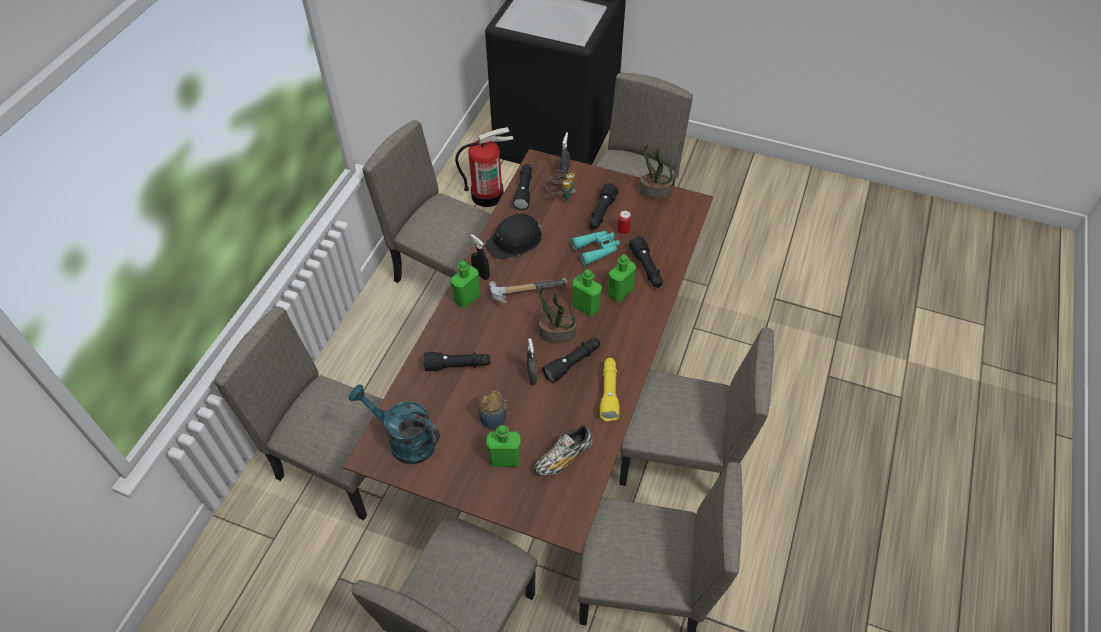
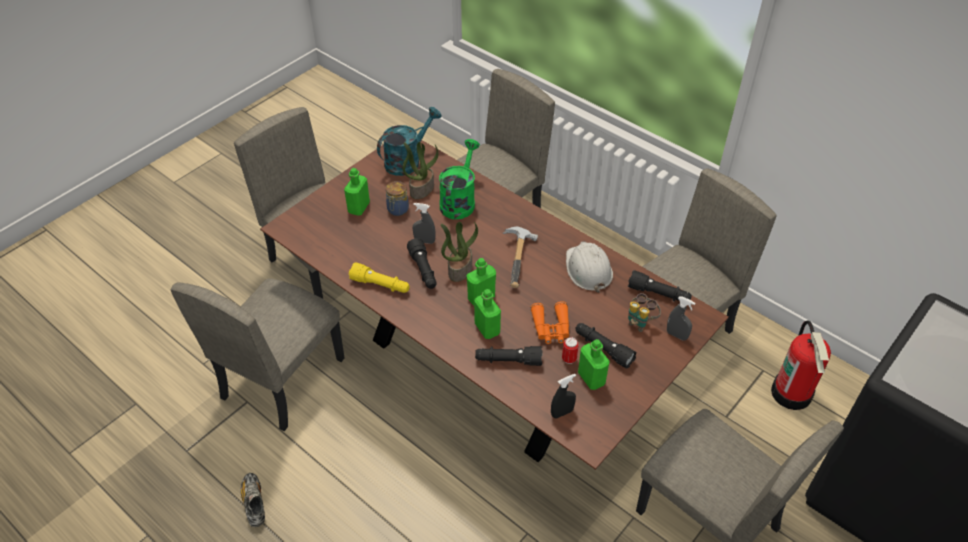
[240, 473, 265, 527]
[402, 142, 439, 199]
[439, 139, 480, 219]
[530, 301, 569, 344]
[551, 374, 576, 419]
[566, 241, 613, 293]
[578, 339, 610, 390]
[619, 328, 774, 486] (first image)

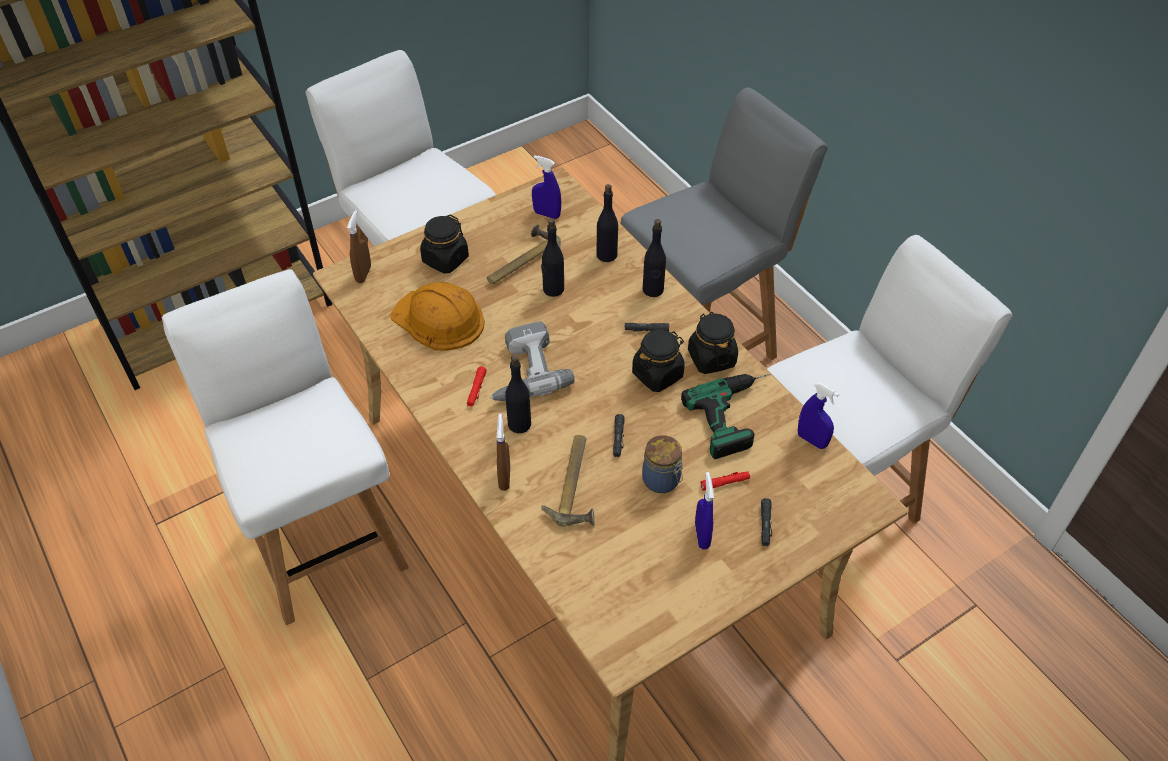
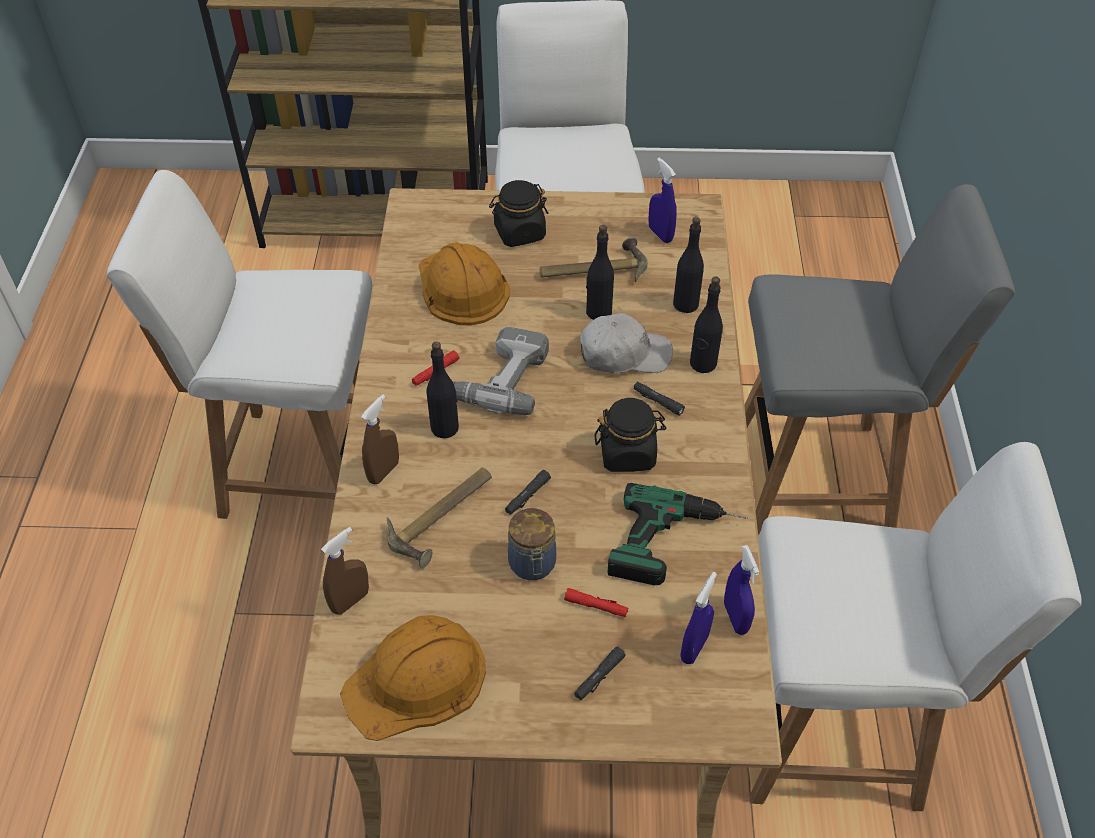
[107, 170, 373, 519]
[321, 527, 369, 615]
[340, 615, 486, 741]
[580, 313, 673, 373]
[680, 572, 717, 664]
[688, 312, 738, 374] (first image)

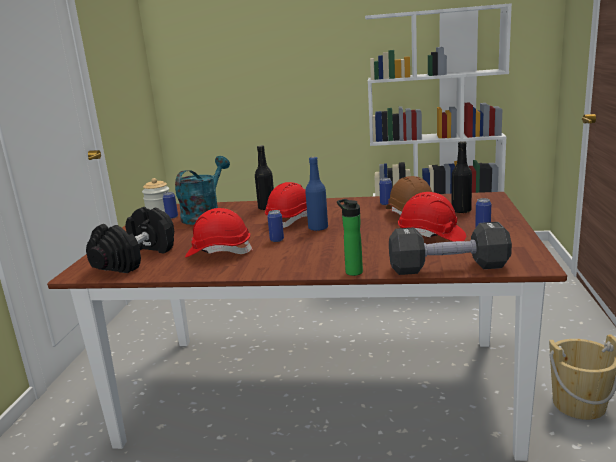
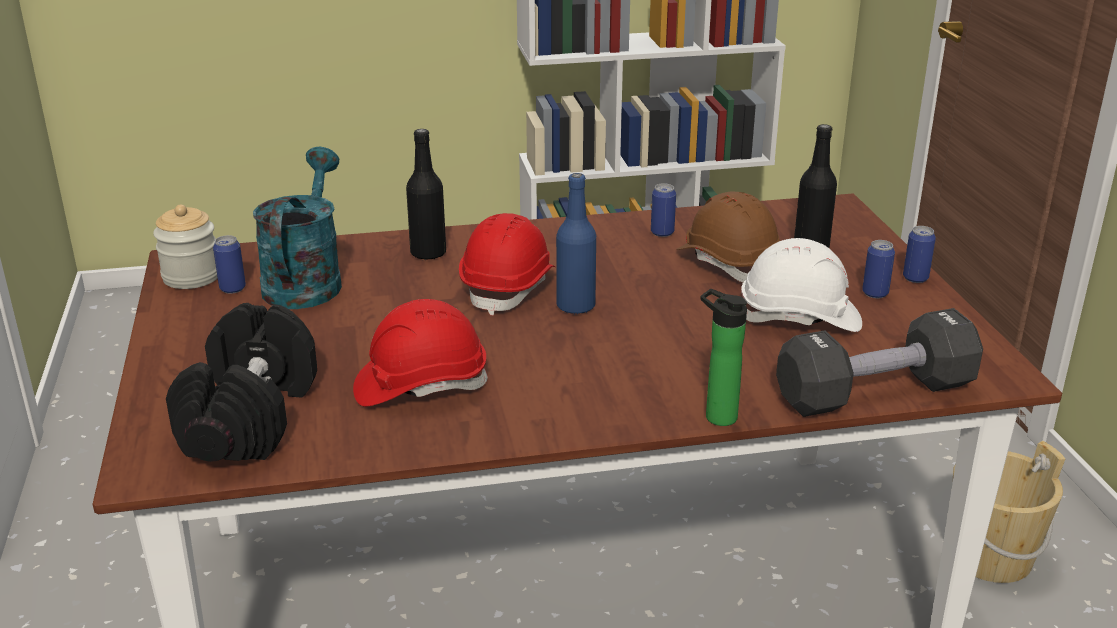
[741, 238, 862, 332]
[903, 226, 936, 283]

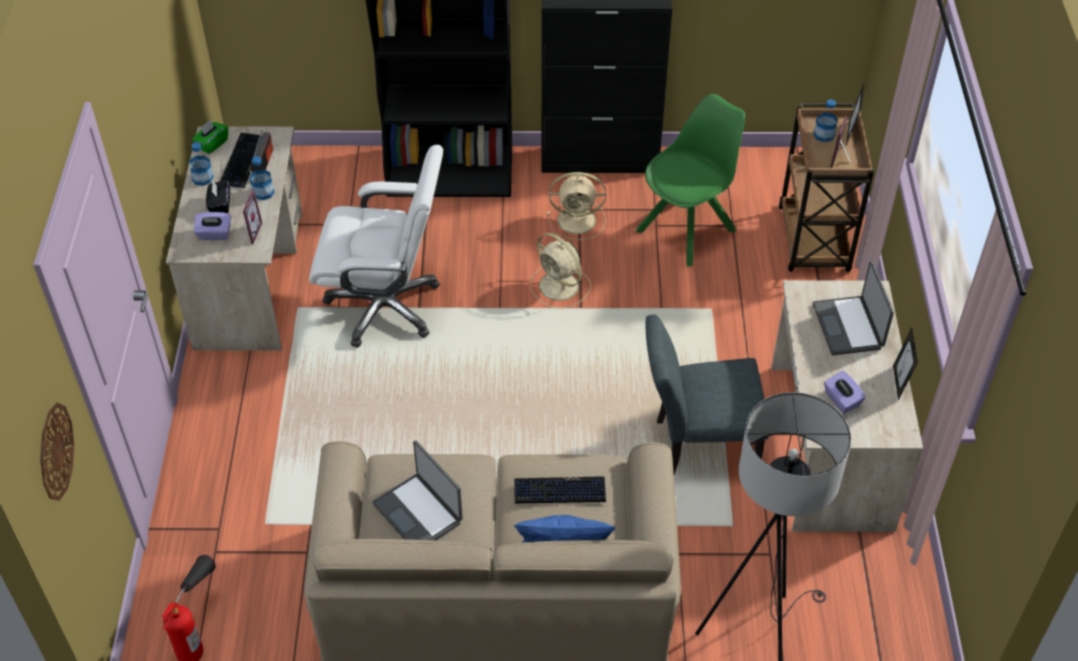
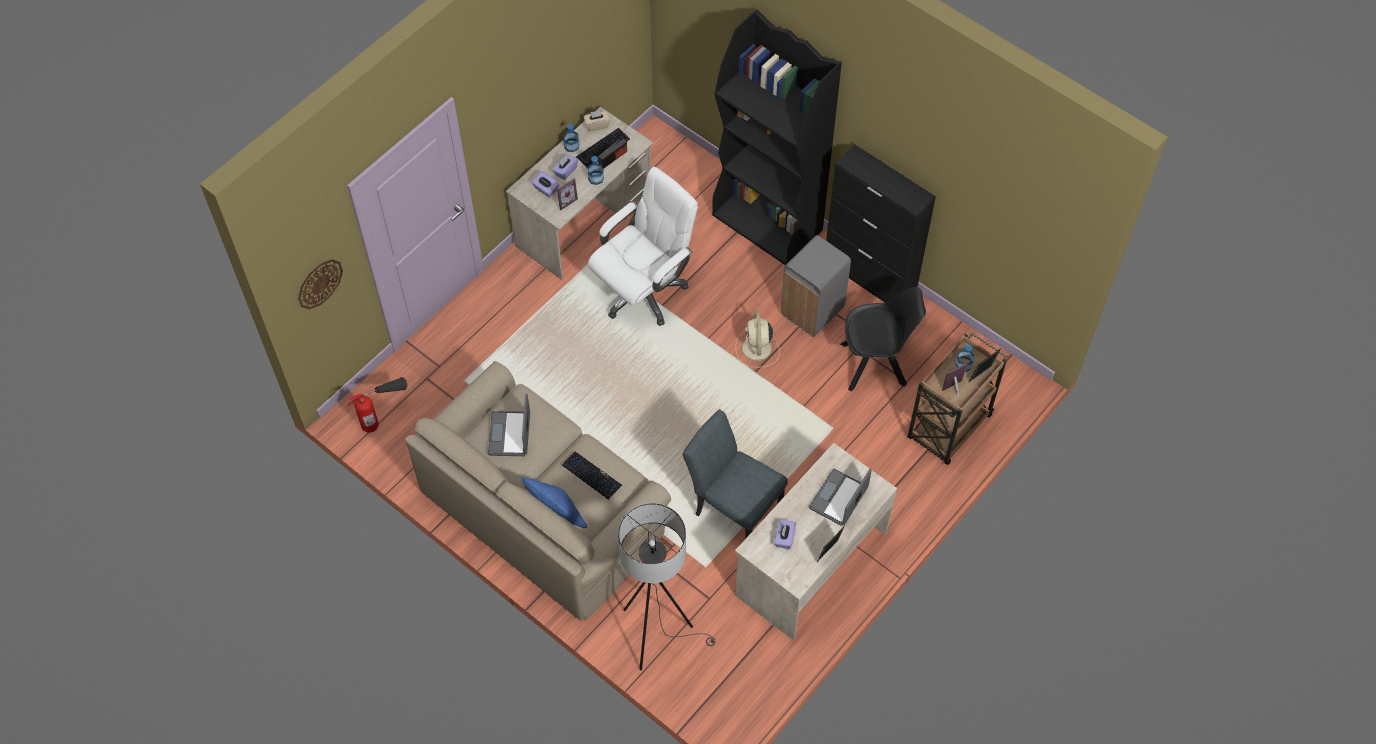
[552, 155, 578, 180]
[584, 111, 610, 131]
[588, 167, 698, 326]
[781, 235, 851, 337]
[841, 287, 926, 391]

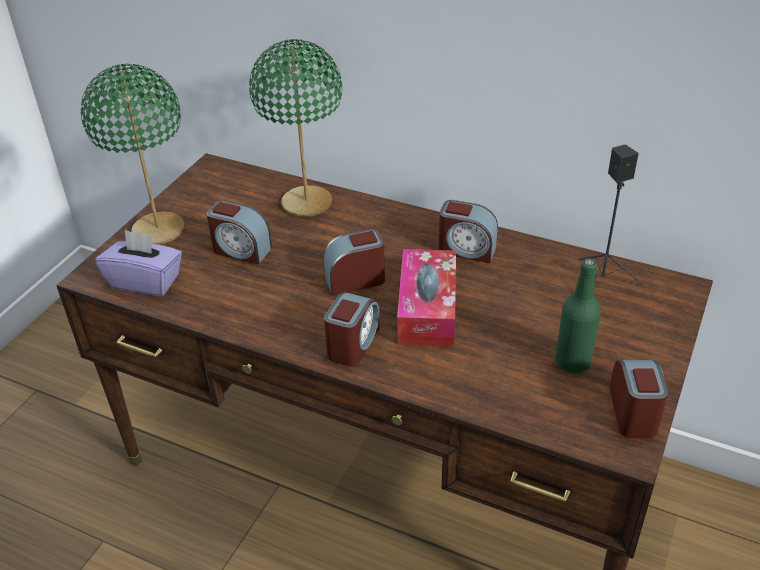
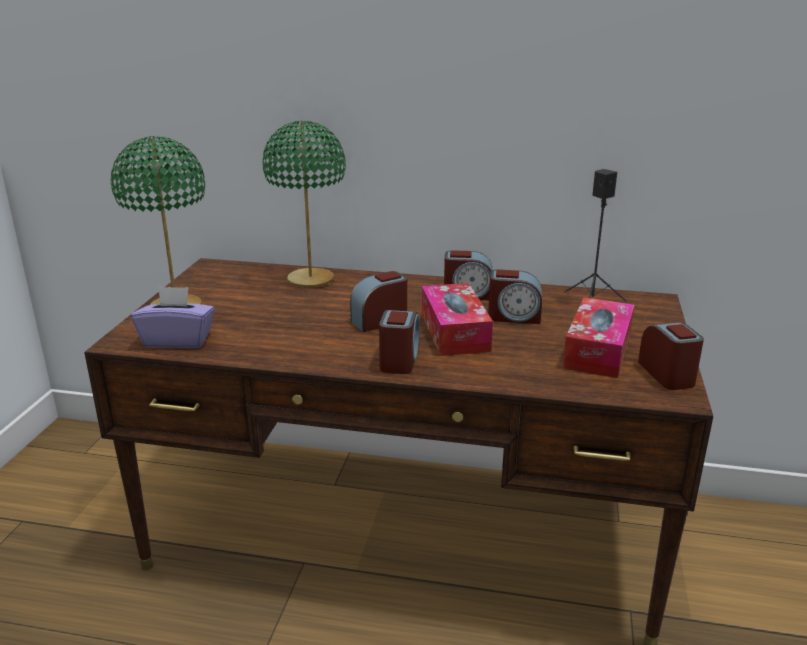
[488, 269, 542, 324]
[563, 297, 634, 378]

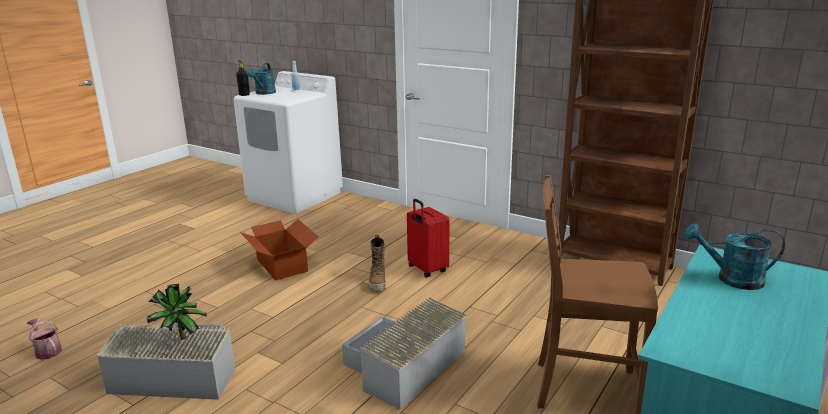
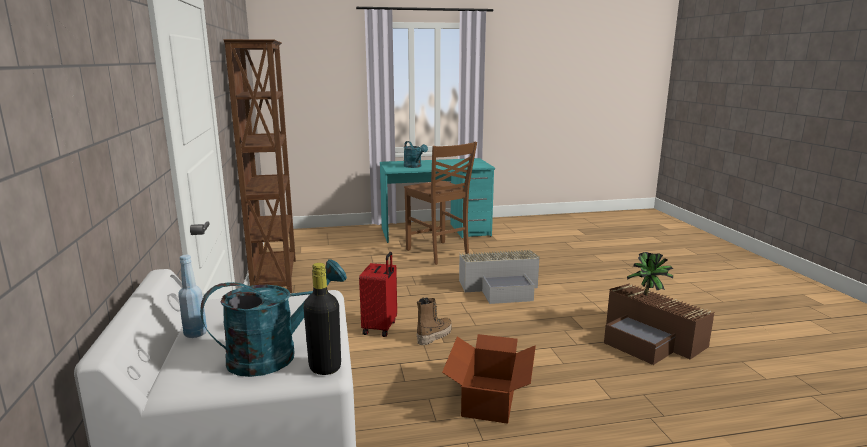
[604, 283, 715, 365]
[27, 318, 62, 360] (first image)

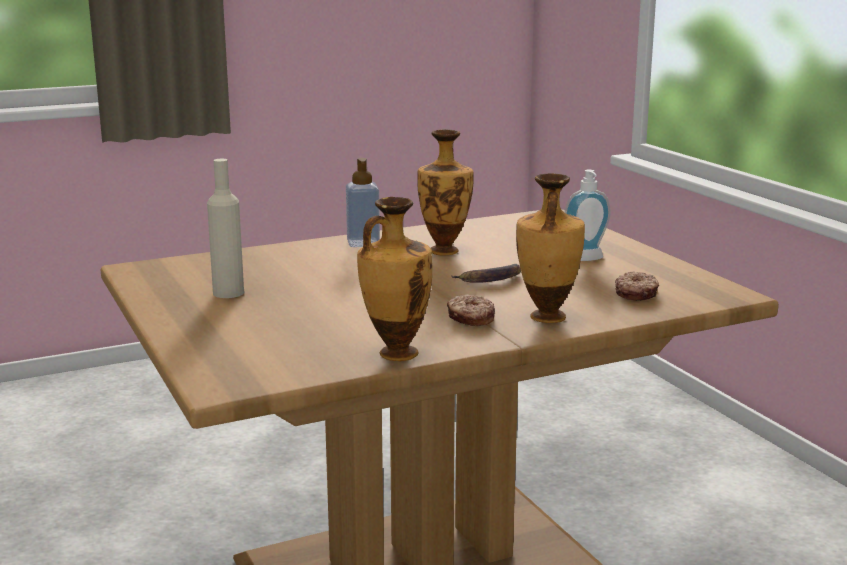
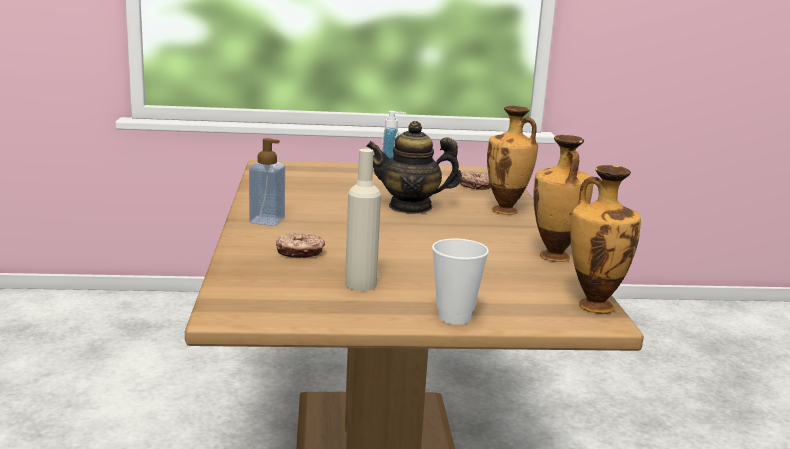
[276, 233, 325, 258]
[366, 121, 462, 214]
[432, 238, 489, 325]
[571, 165, 641, 314]

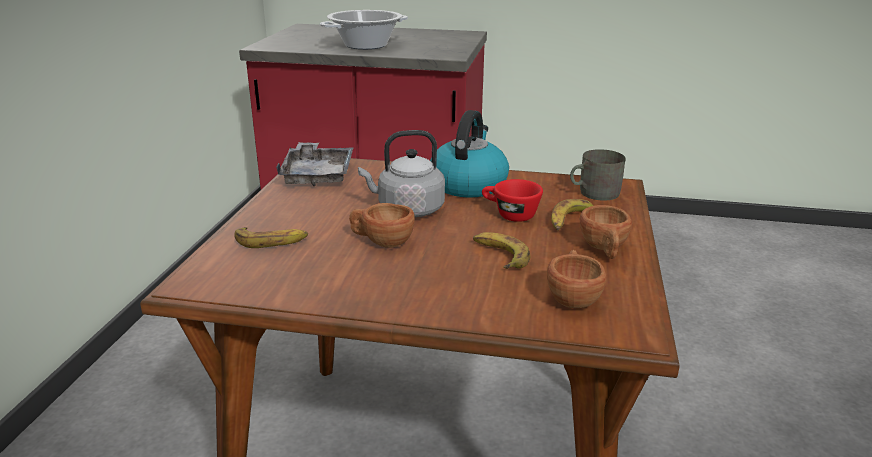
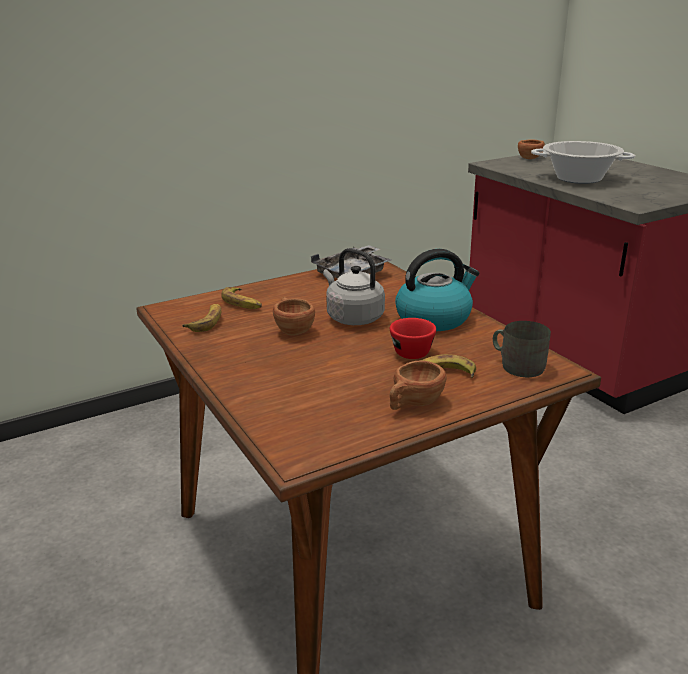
[182, 304, 221, 332]
[518, 140, 545, 159]

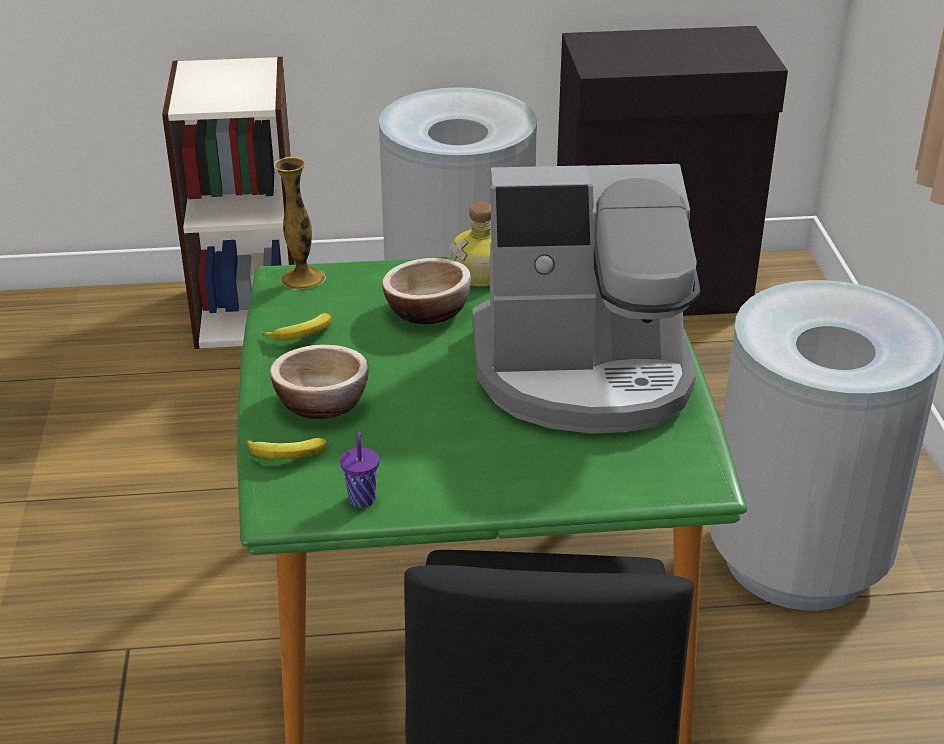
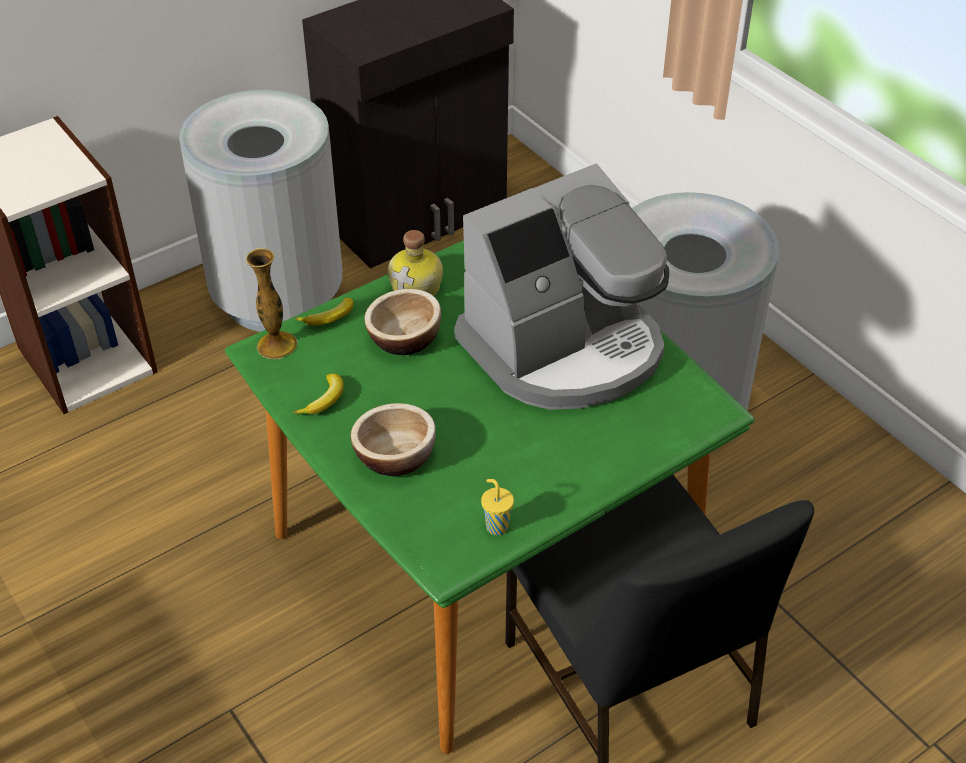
[295, 298, 353, 326]
[481, 479, 514, 535]

